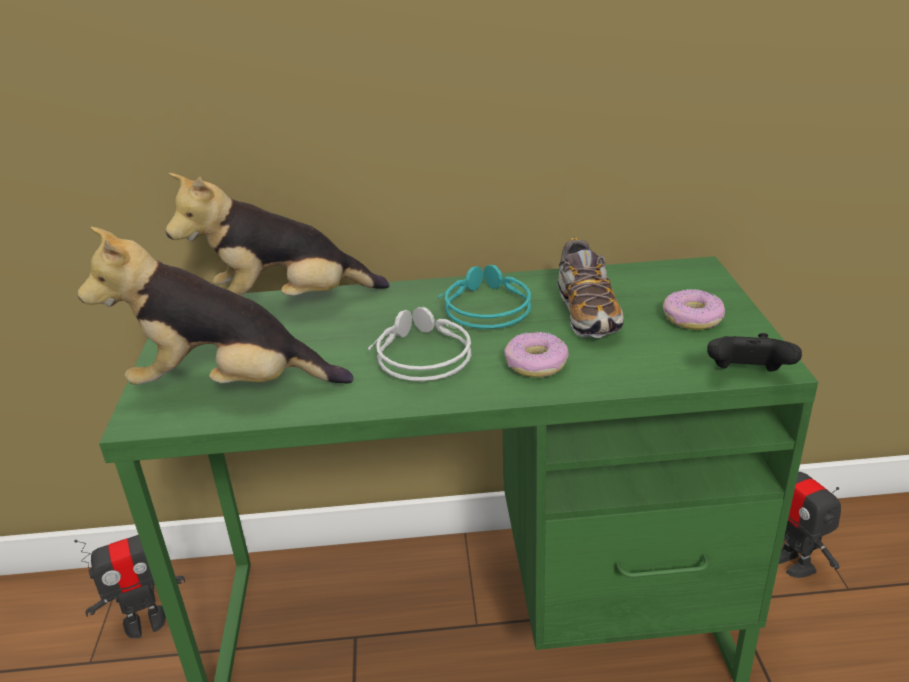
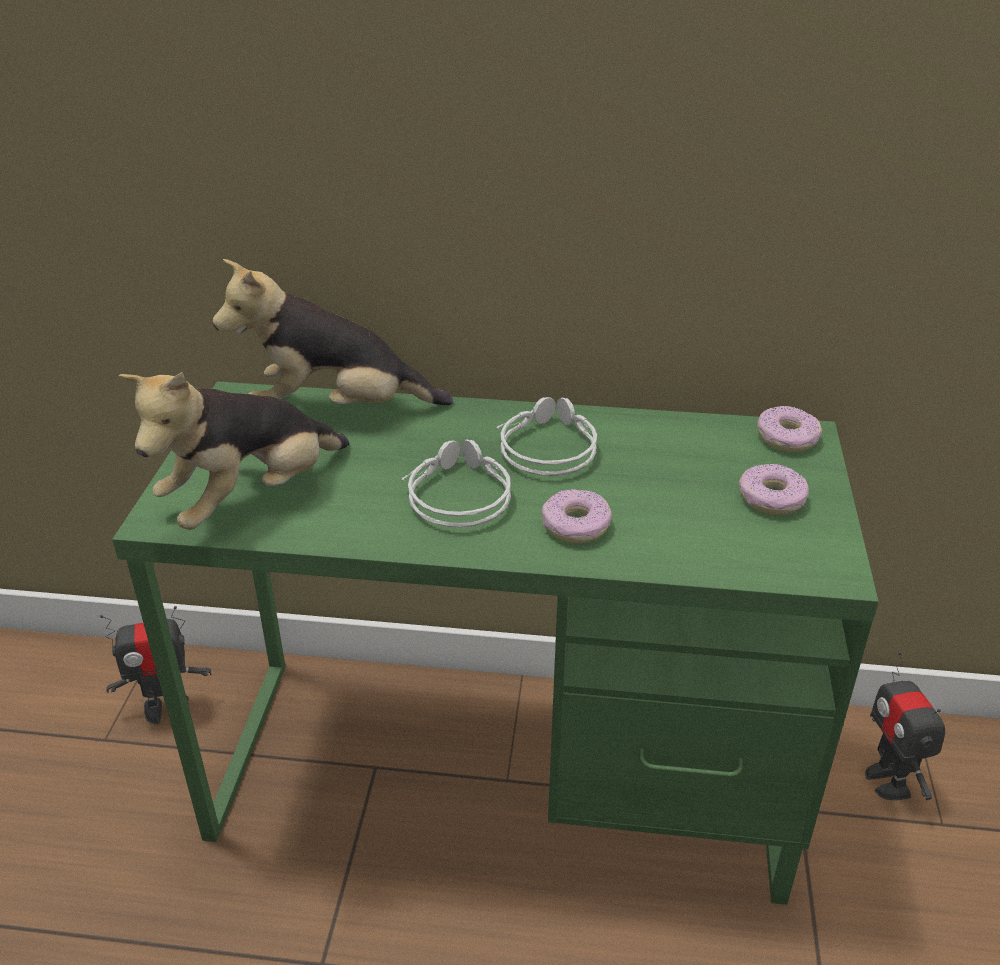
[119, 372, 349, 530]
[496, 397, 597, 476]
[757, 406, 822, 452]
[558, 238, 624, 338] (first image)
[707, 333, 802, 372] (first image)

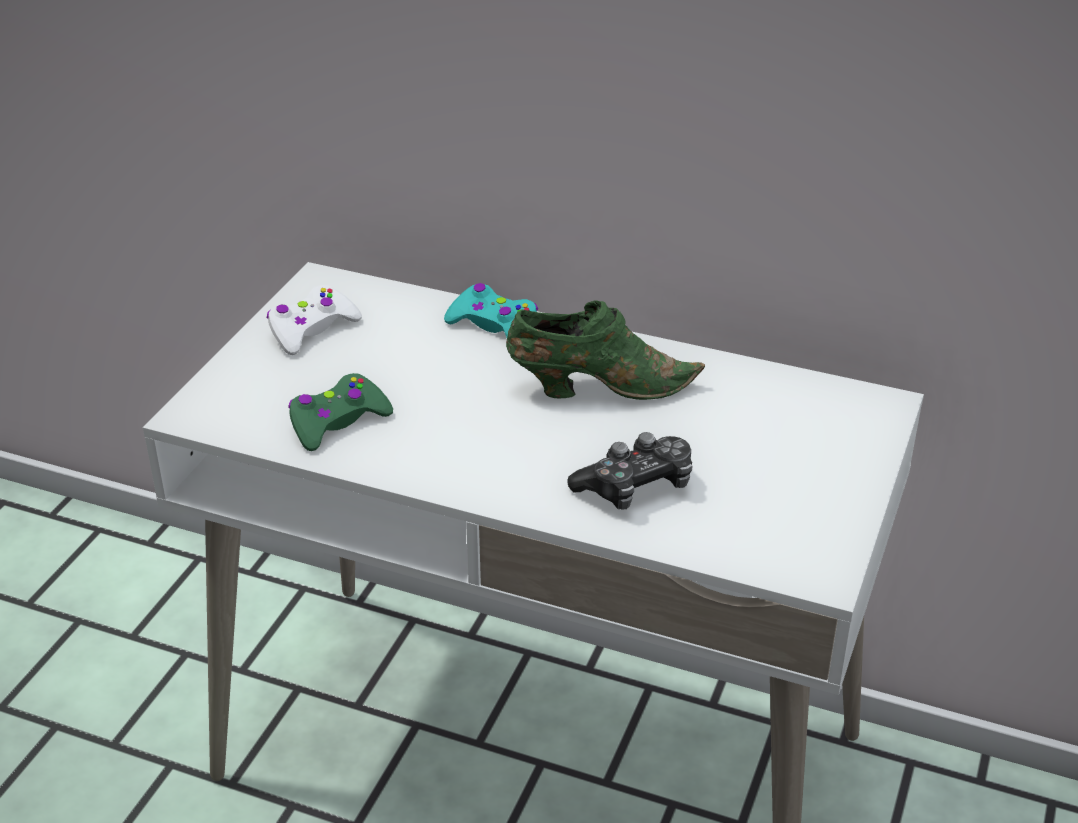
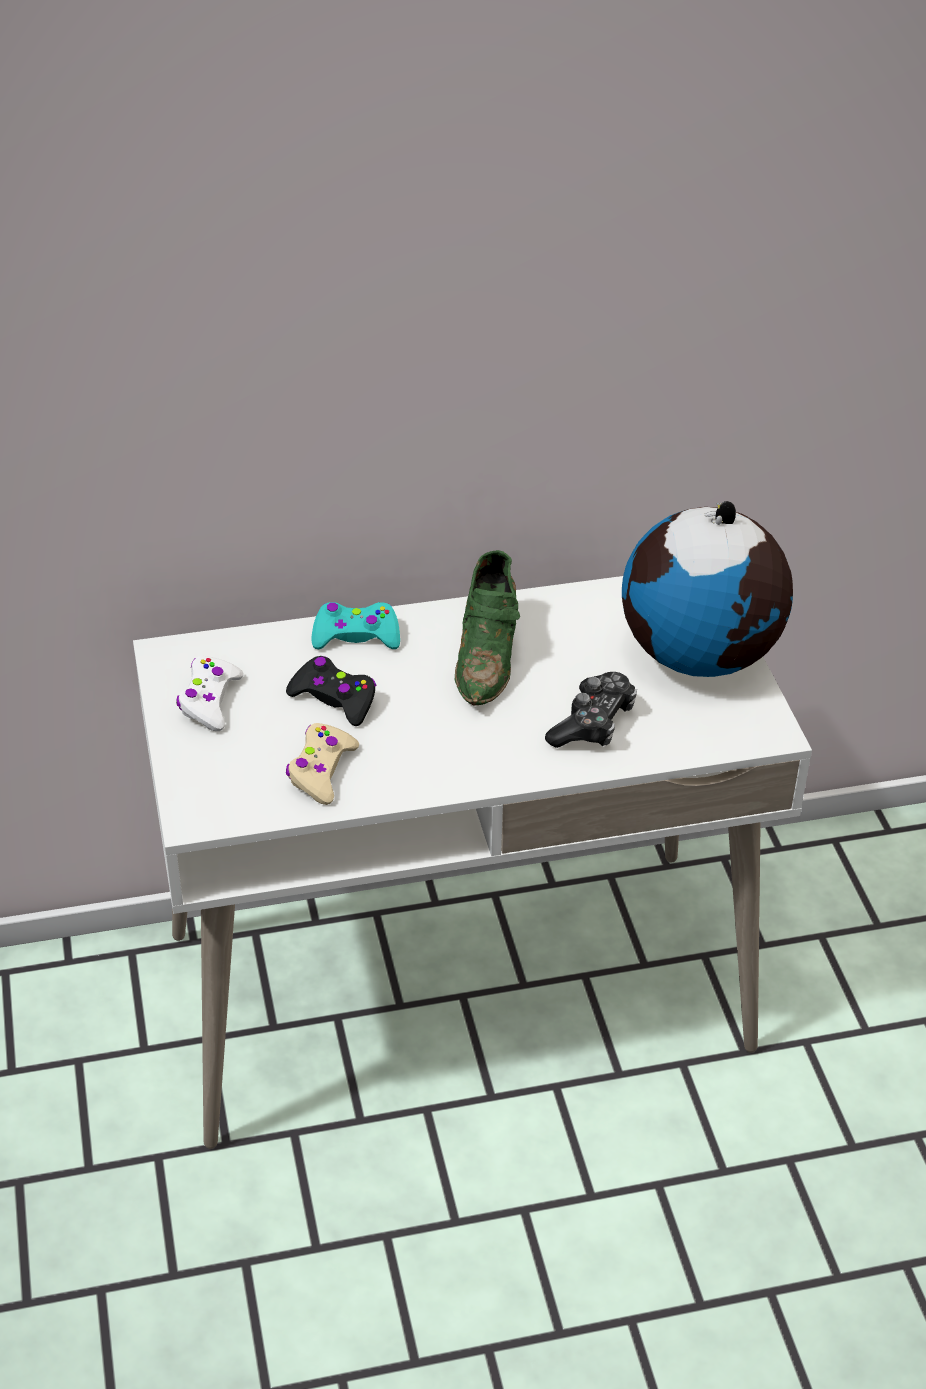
[286, 656, 376, 726]
[286, 723, 359, 805]
[455, 550, 520, 706]
[622, 501, 793, 677]

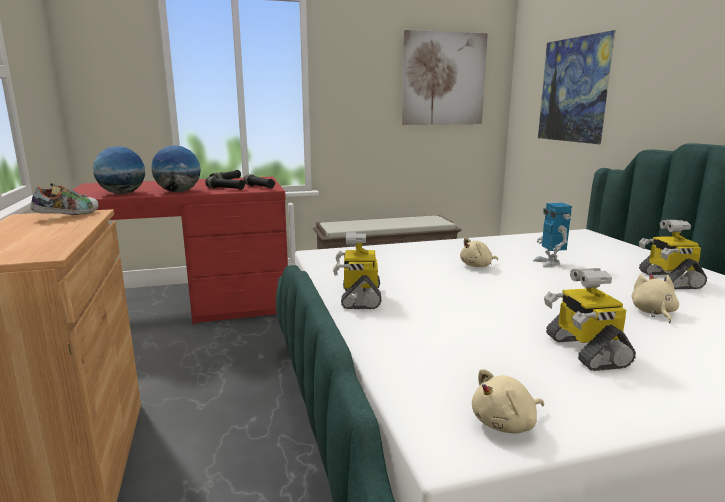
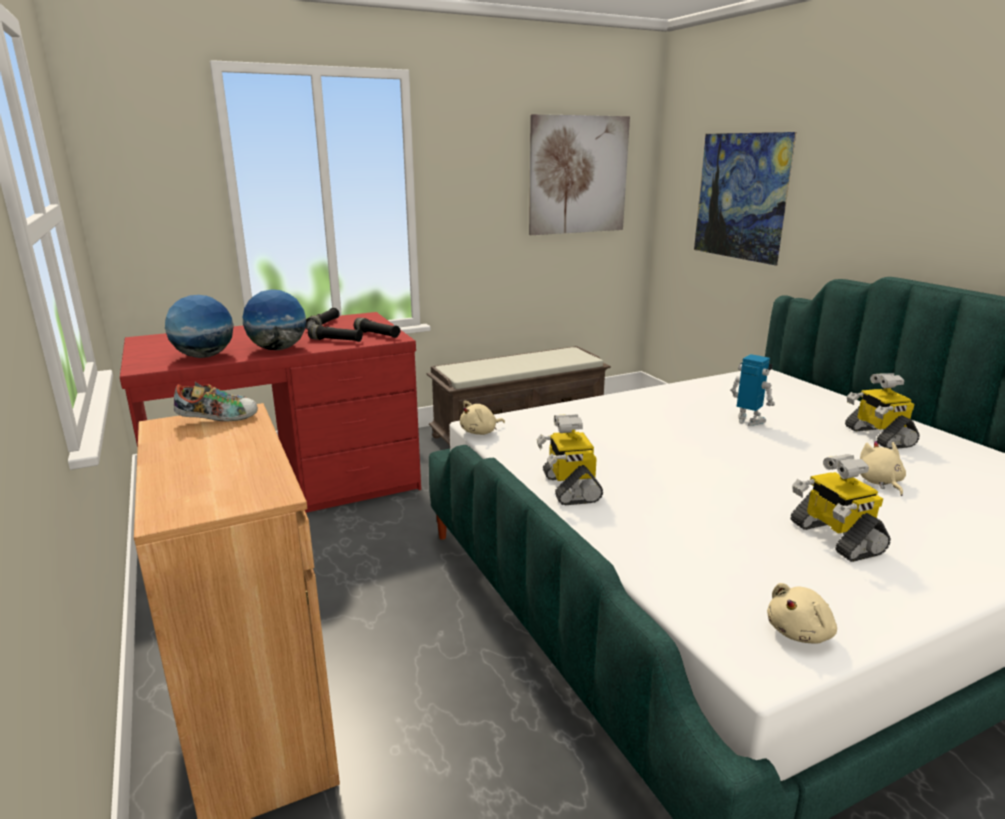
[173, 382, 258, 422]
[460, 401, 505, 435]
[730, 354, 775, 426]

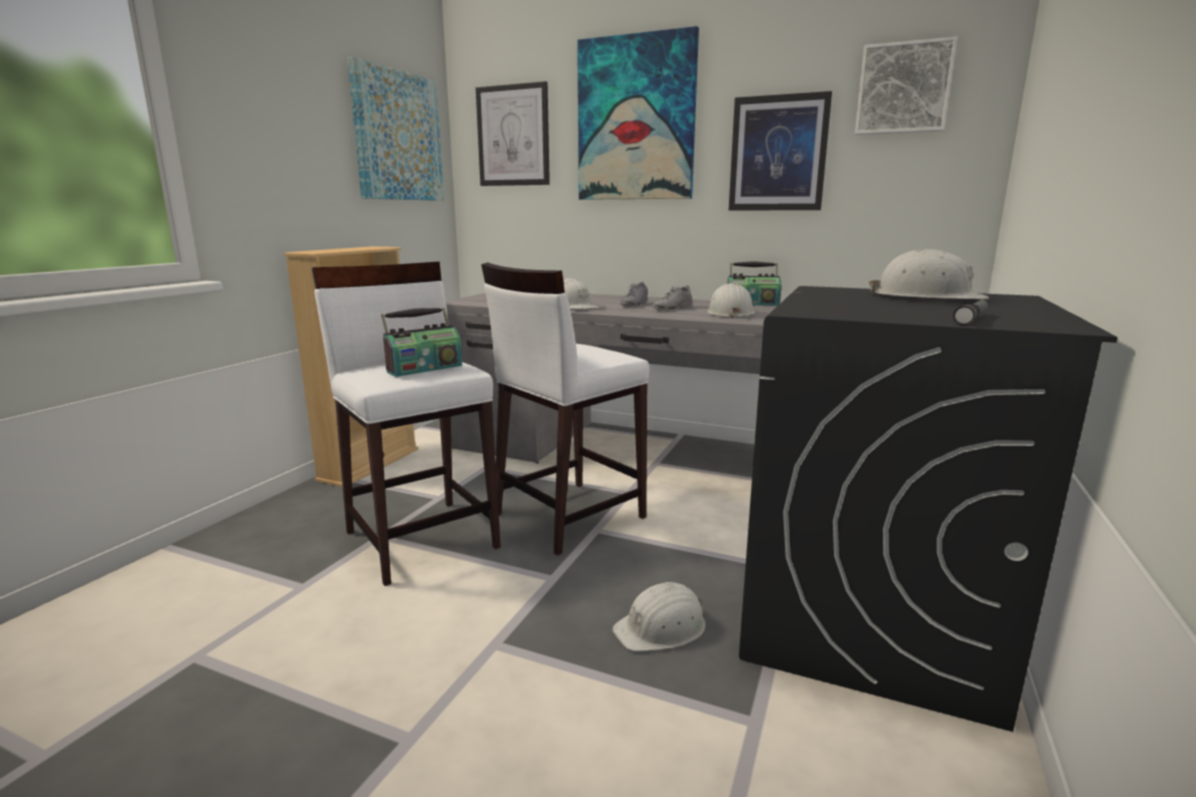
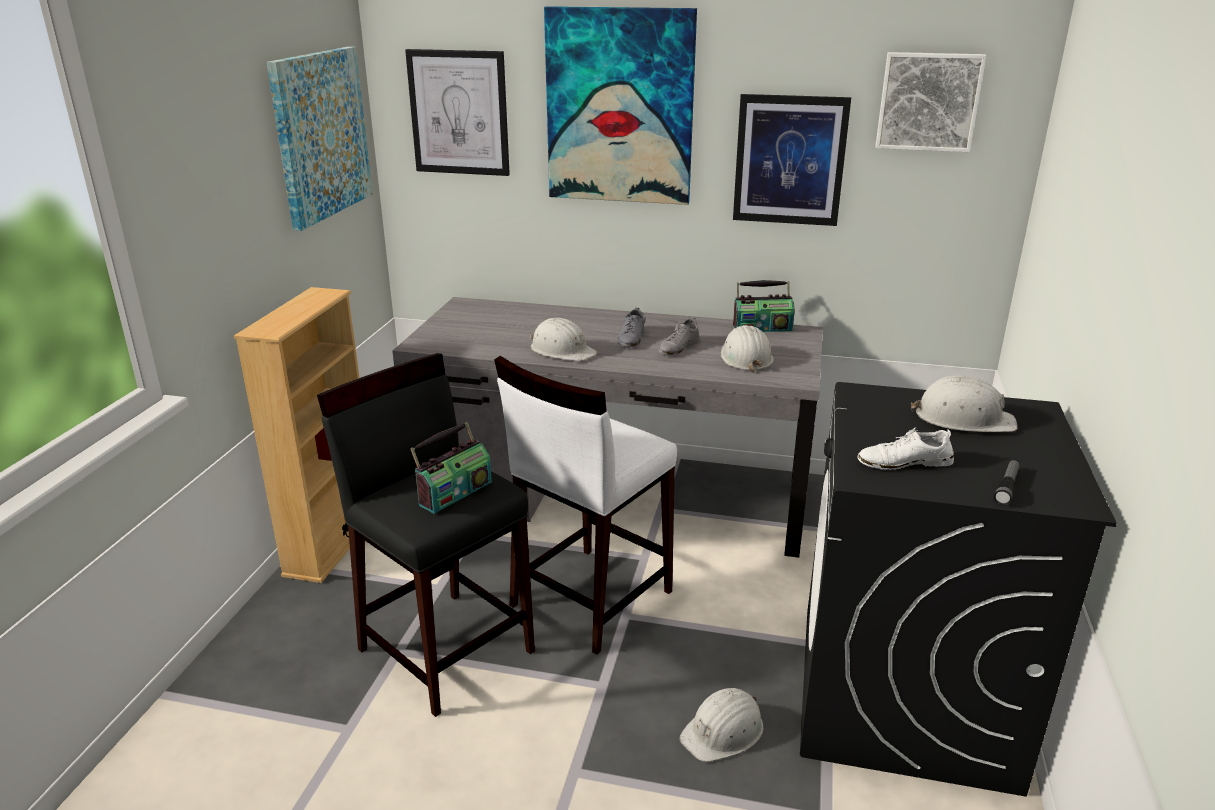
[317, 353, 535, 717]
[857, 427, 954, 470]

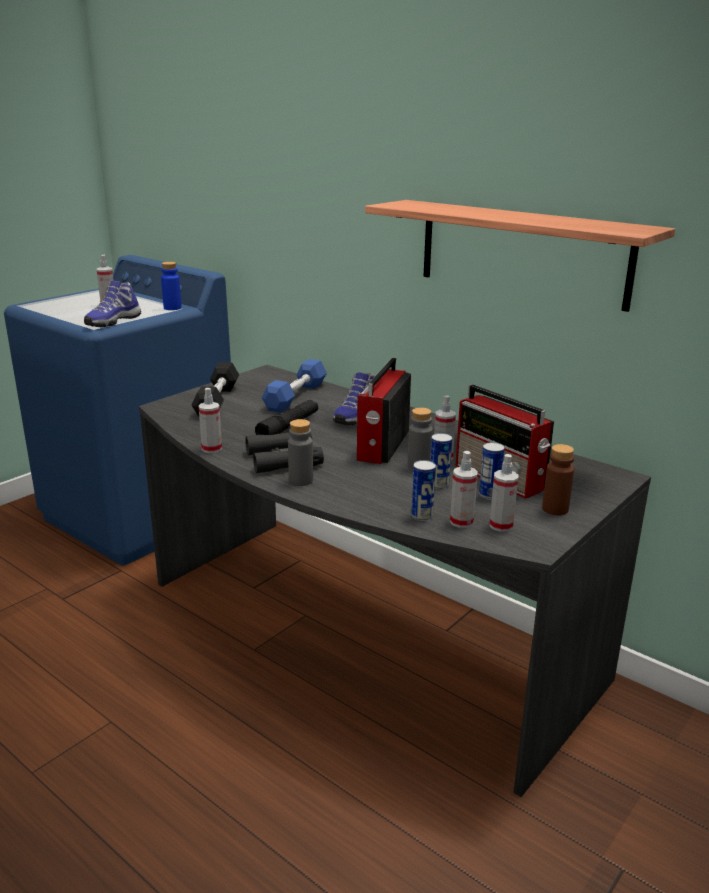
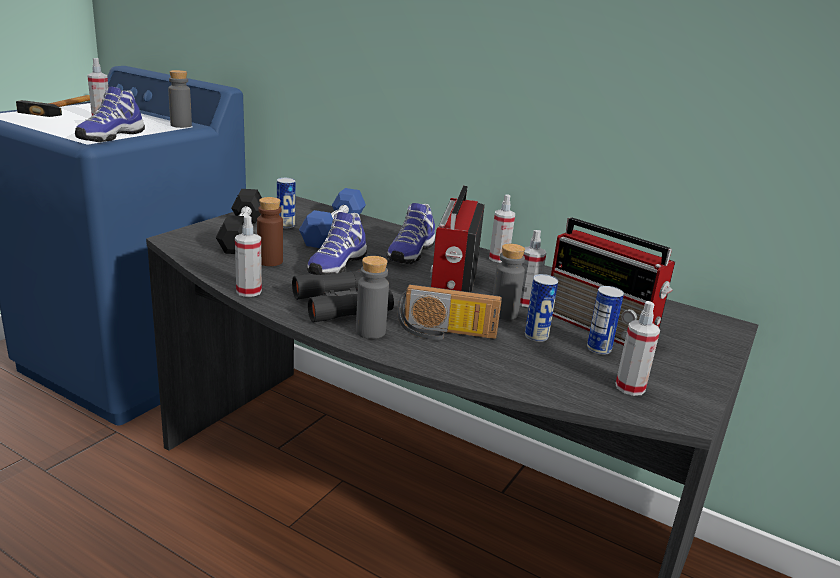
[16, 95, 90, 117]
[168, 70, 192, 128]
[257, 197, 283, 266]
[277, 178, 296, 228]
[307, 212, 367, 275]
[397, 284, 502, 340]
[489, 194, 515, 263]
[365, 200, 675, 312] (first image)

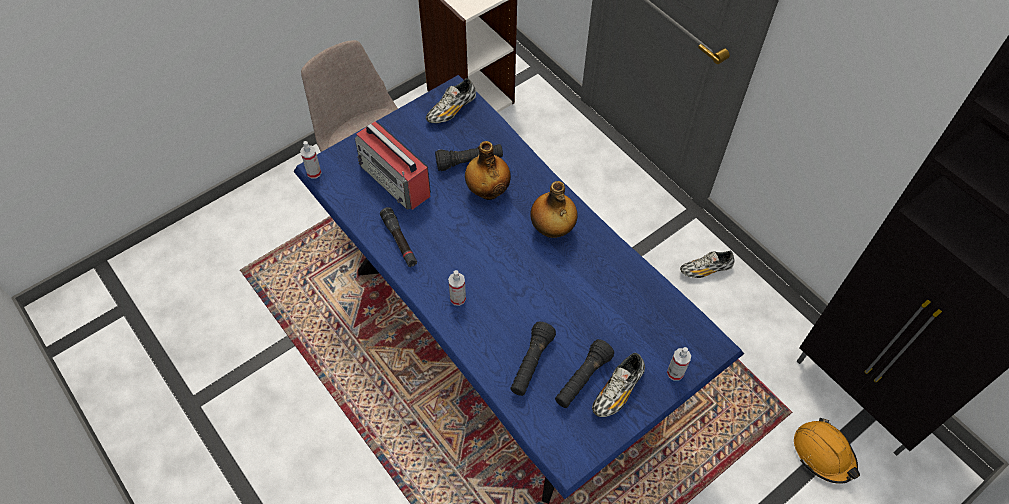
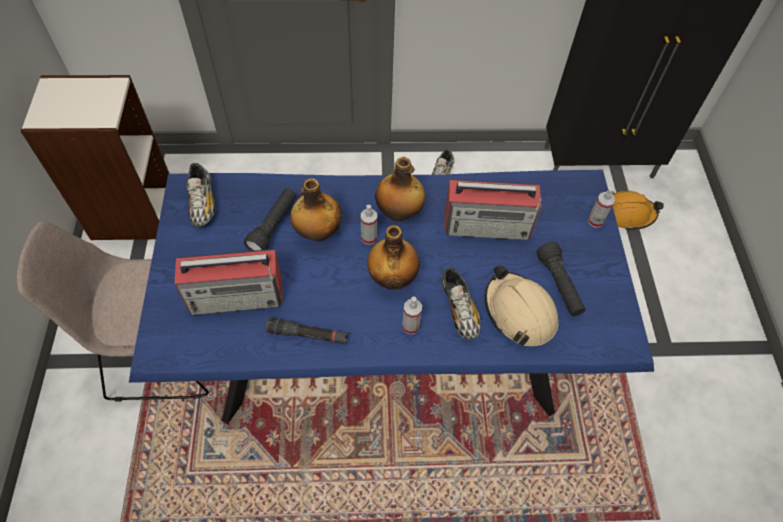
[361, 205, 377, 245]
[367, 225, 420, 290]
[441, 267, 481, 340]
[445, 179, 542, 240]
[485, 265, 558, 346]

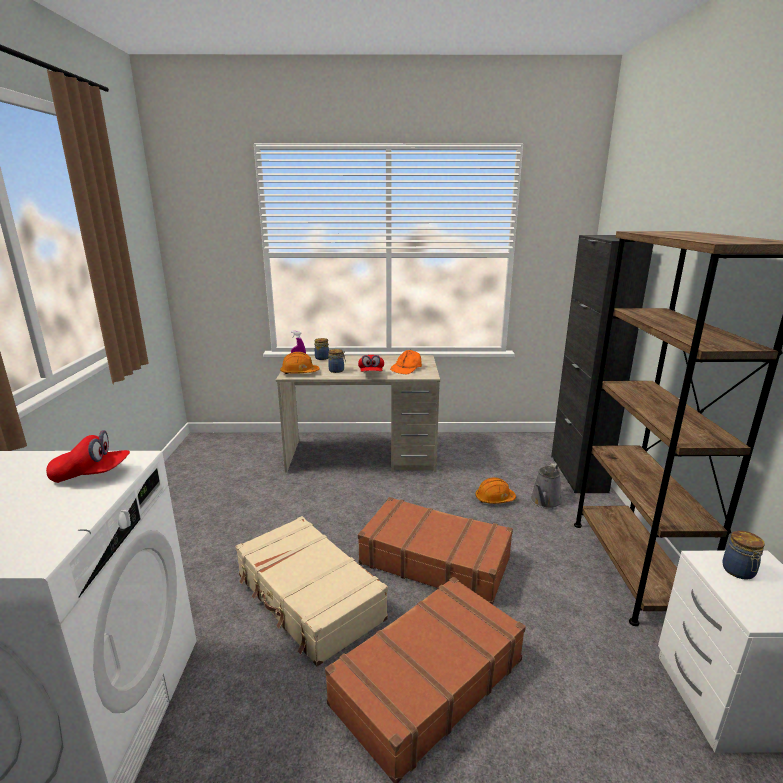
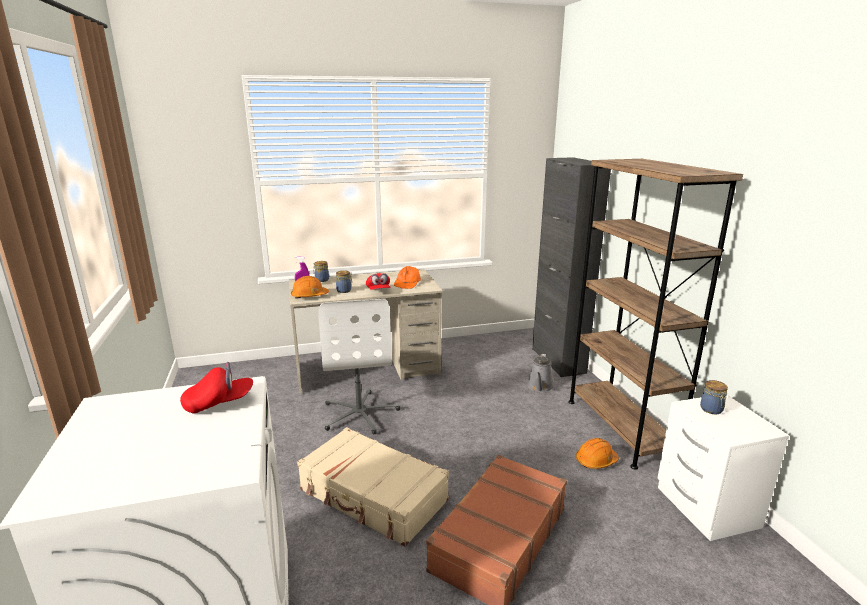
[318, 299, 400, 435]
[576, 438, 619, 469]
[358, 497, 513, 605] (first image)

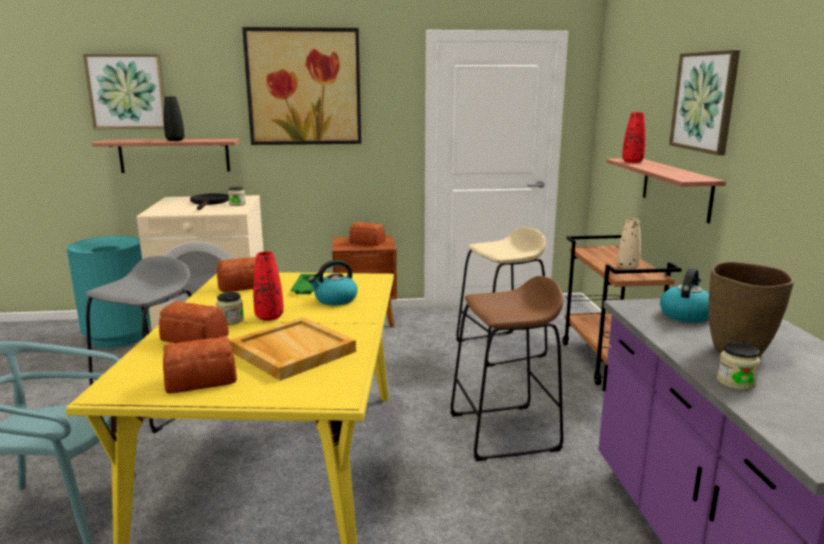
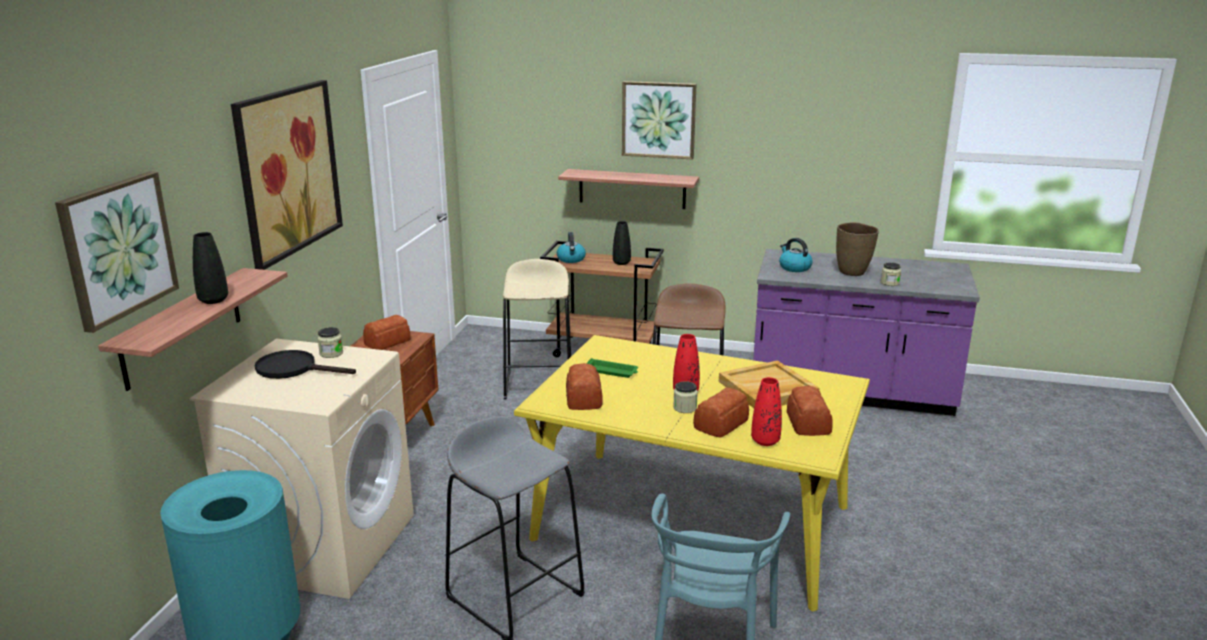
[557, 232, 586, 263]
[613, 221, 631, 265]
[751, 377, 782, 446]

